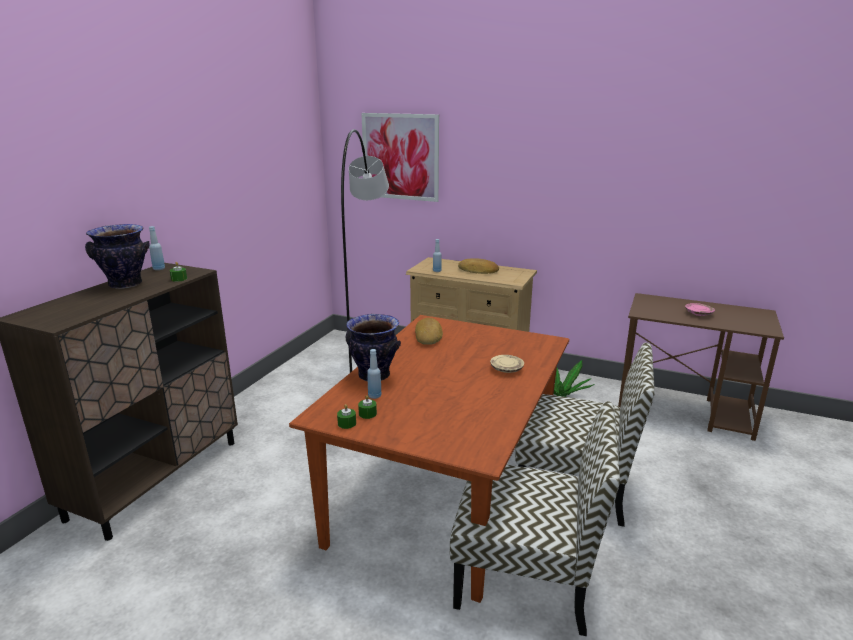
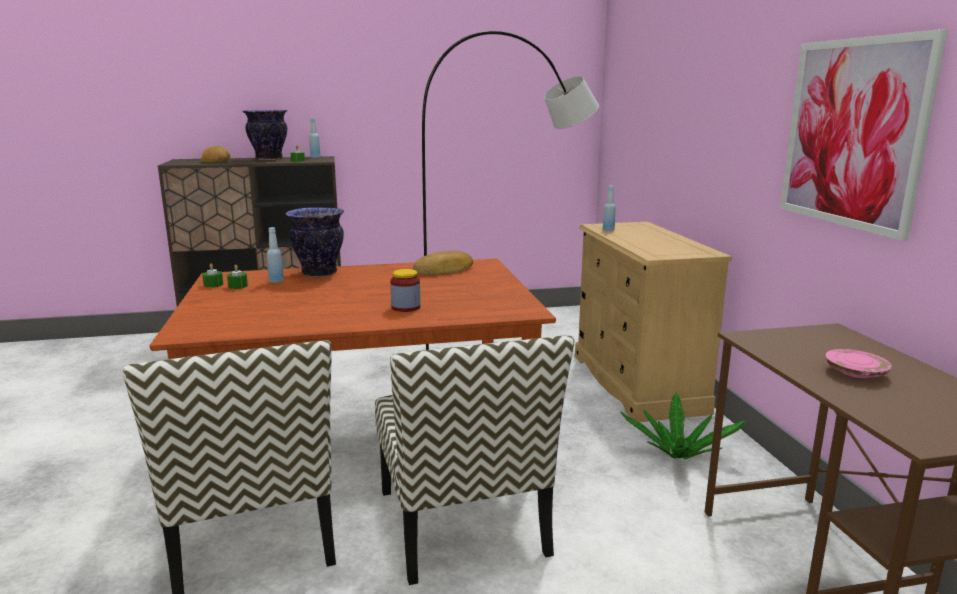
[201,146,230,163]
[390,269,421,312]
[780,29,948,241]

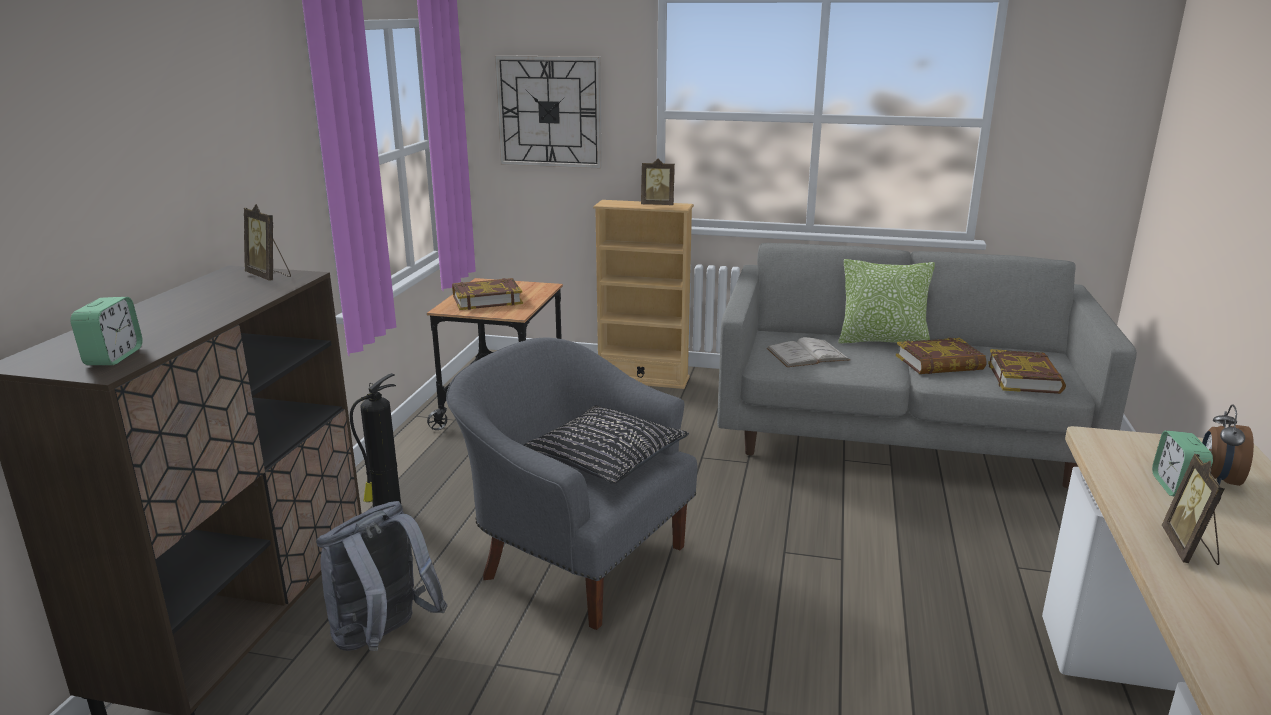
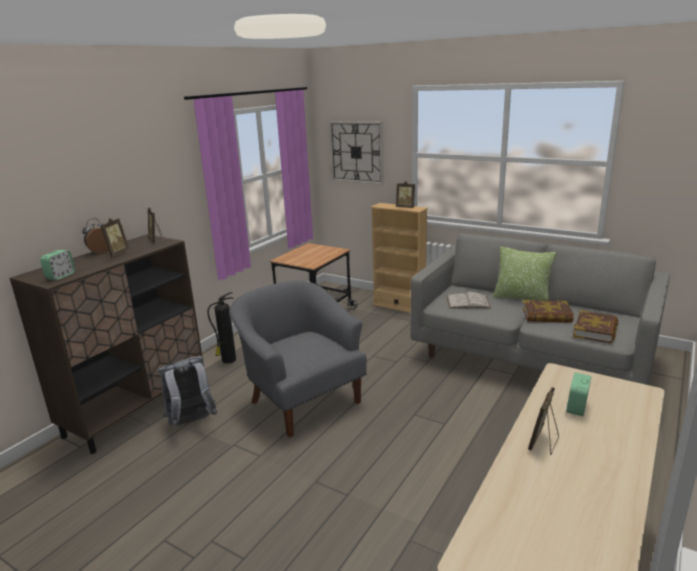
[82,218,109,254]
[100,218,129,258]
[452,278,523,310] (first image)
[524,406,689,484] (first image)

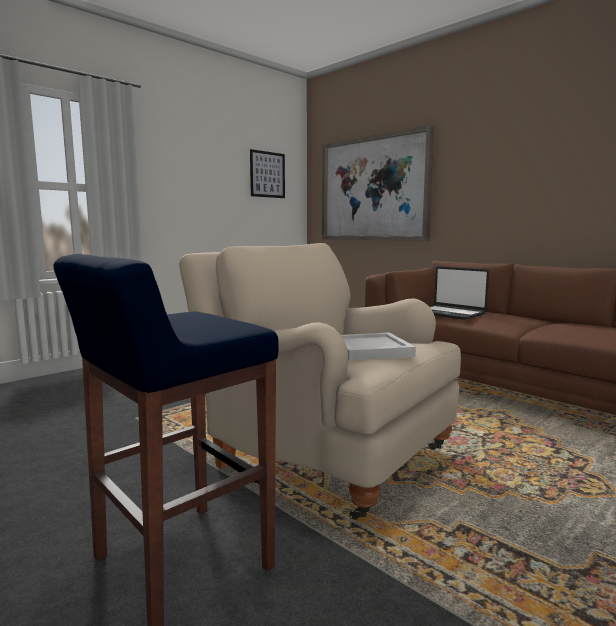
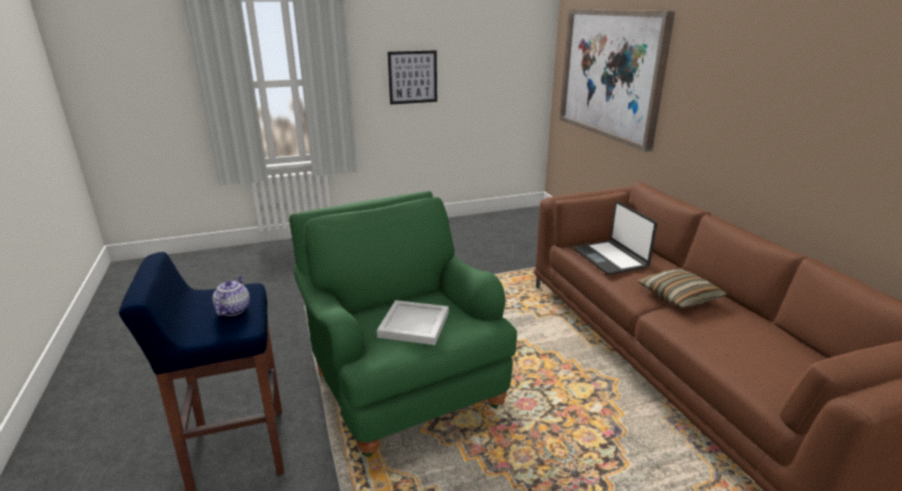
[212,275,250,316]
[289,191,517,457]
[387,50,437,105]
[638,269,728,308]

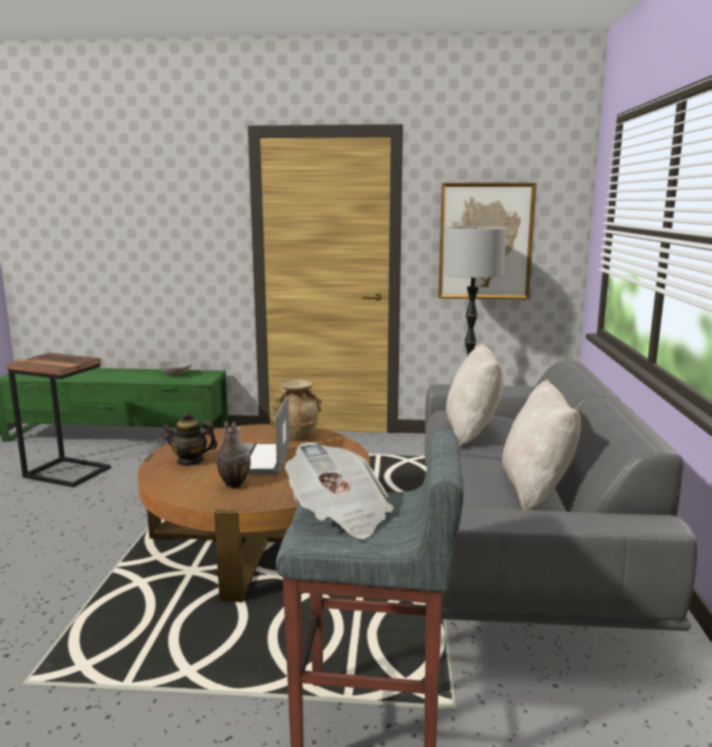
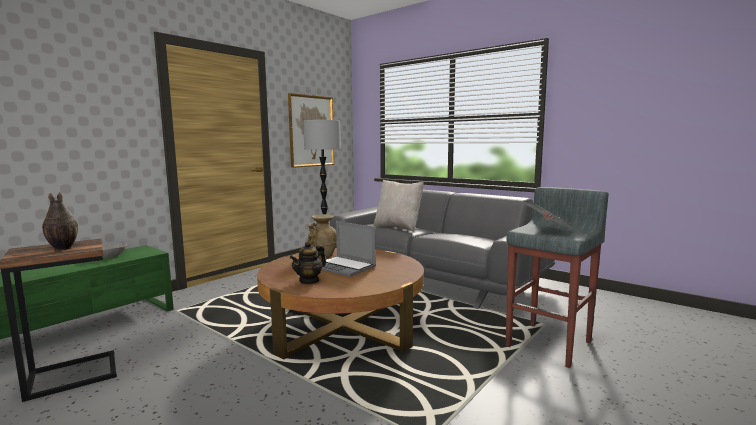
[42,192,78,251]
[502,380,581,510] (first image)

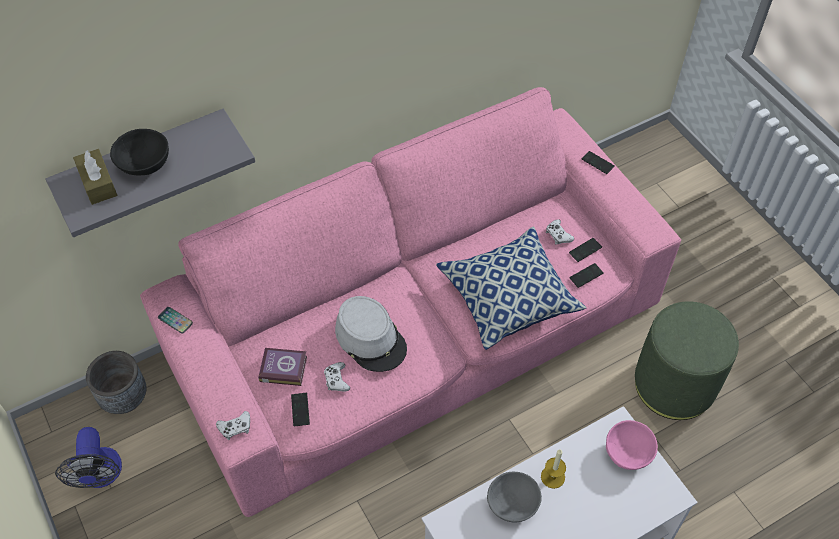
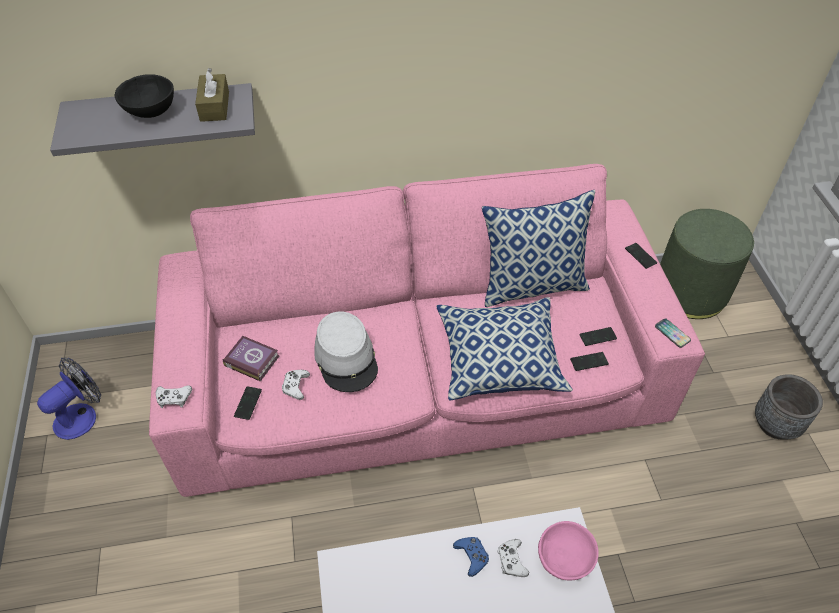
[37,358,101,440]
[195,68,229,122]
[453,537,489,577]
[482,190,595,307]
[498,539,529,577]
[655,318,691,348]
[660,209,754,319]
[755,374,823,440]
[487,472,542,522] (first image)

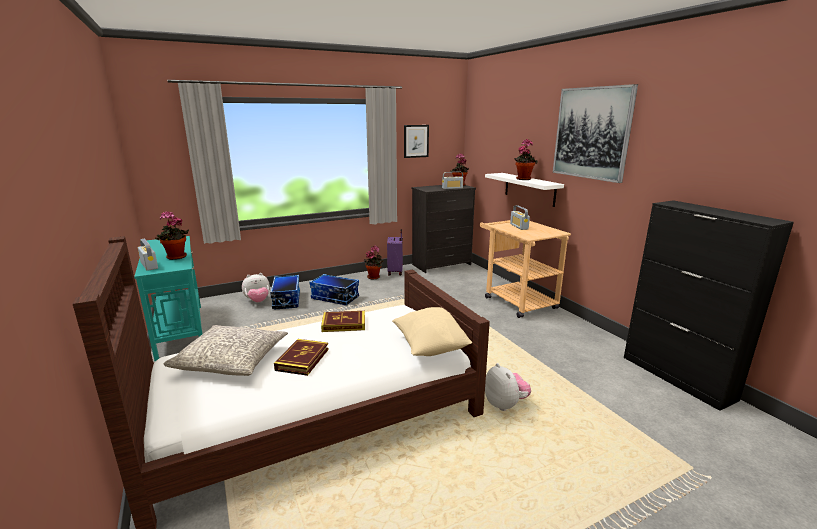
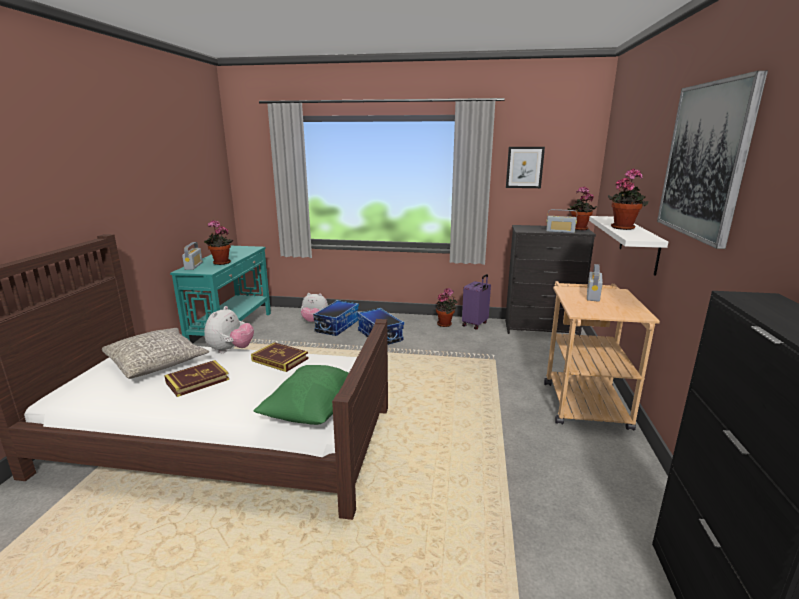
[204,306,254,353]
[253,365,349,425]

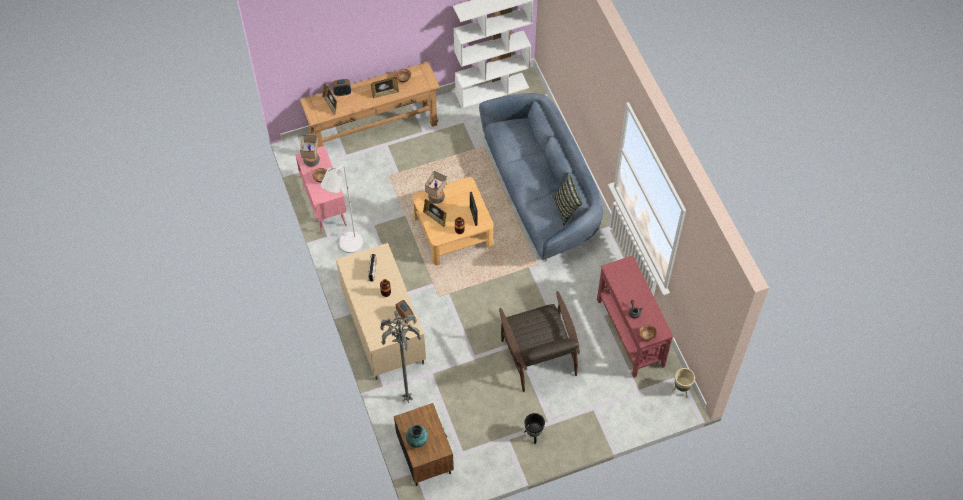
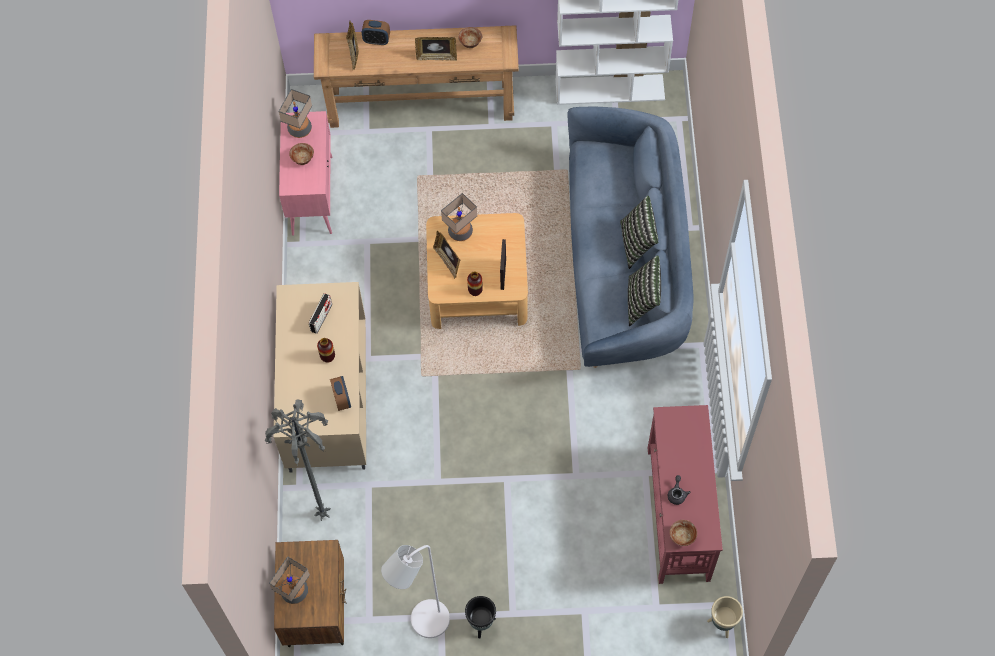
[269,556,310,604]
[381,545,450,638]
[620,196,658,269]
[499,291,580,392] (first image)

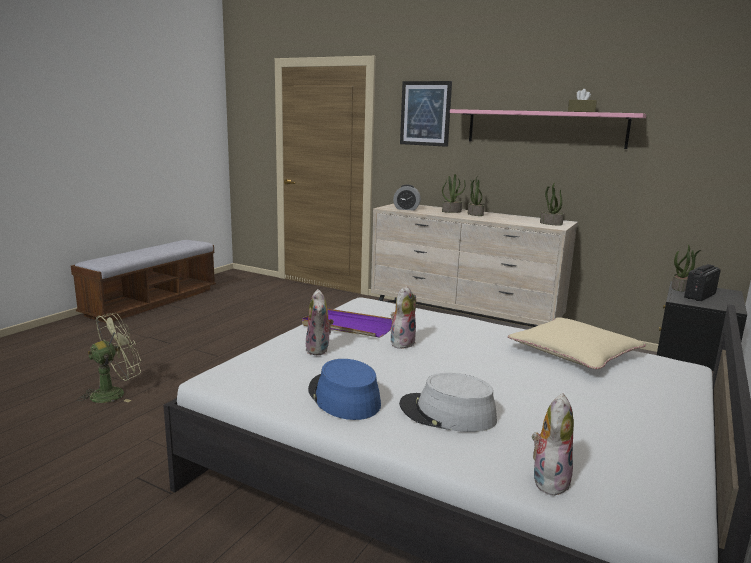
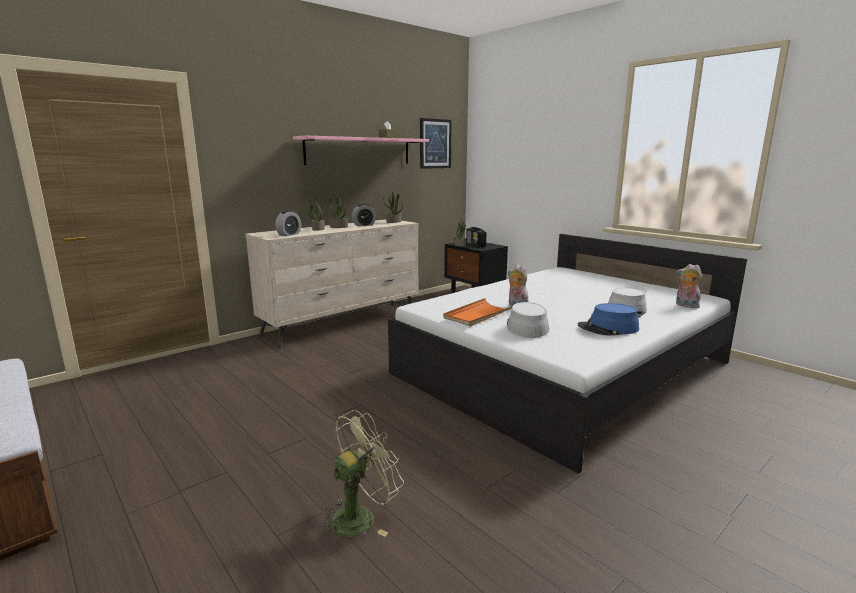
[316,410,404,537]
[352,204,376,227]
[420,118,452,169]
[443,298,512,326]
[507,302,549,338]
[508,317,646,369] (first image)

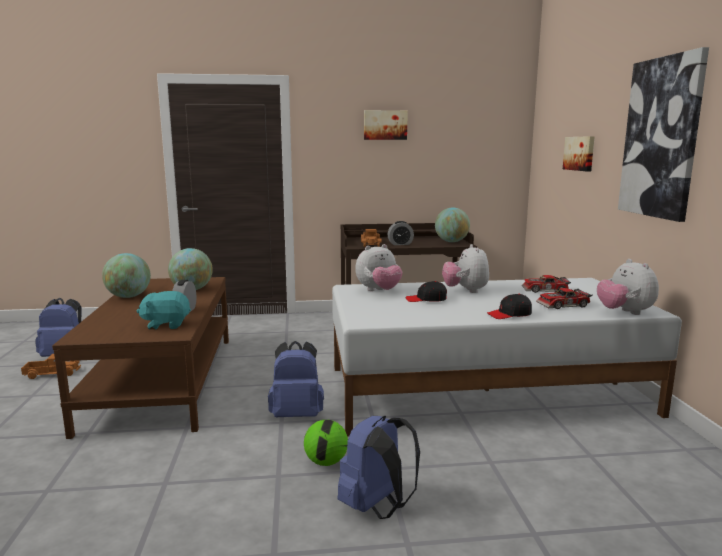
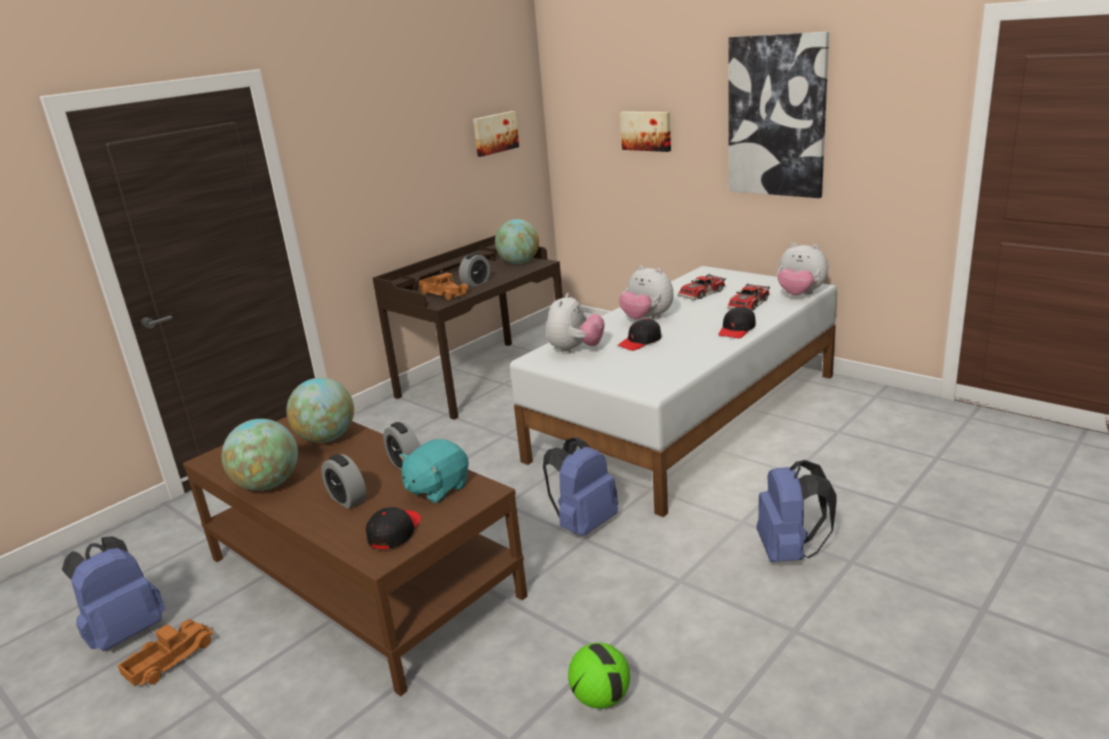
[321,454,367,509]
[366,507,421,549]
[473,111,519,157]
[568,643,630,709]

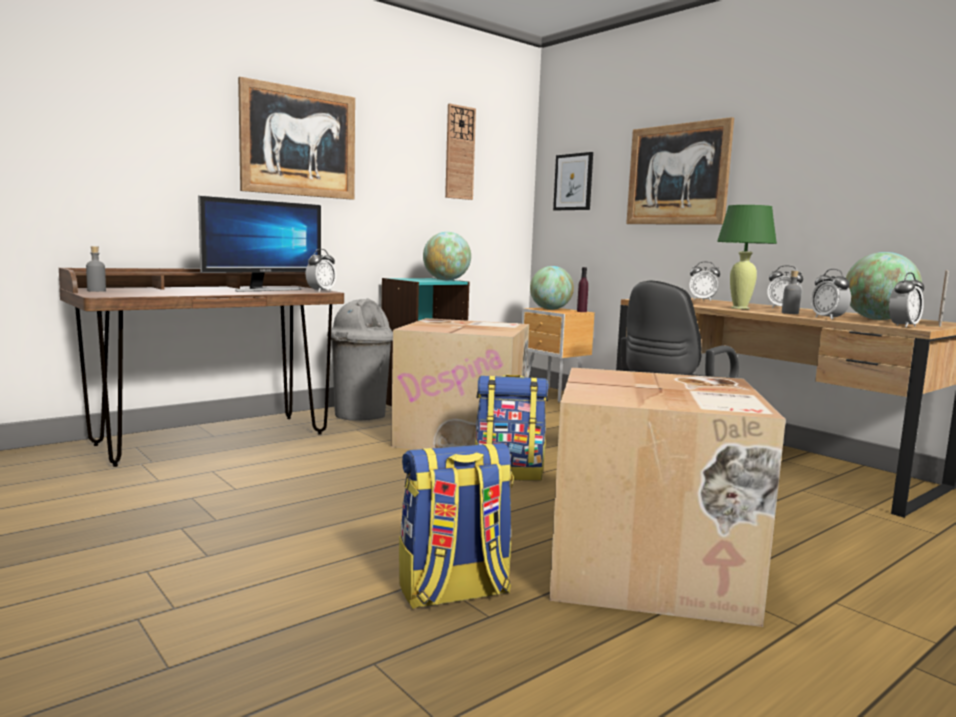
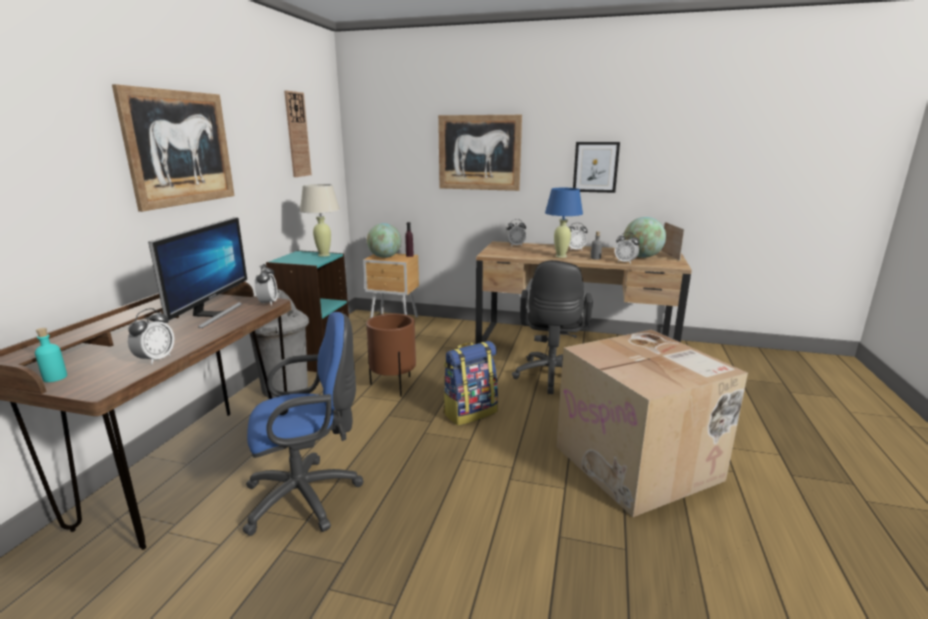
[35,328,67,382]
[128,308,174,365]
[242,312,364,536]
[300,184,340,257]
[366,314,416,397]
[545,188,583,258]
[573,142,620,193]
[399,443,514,609] (first image)

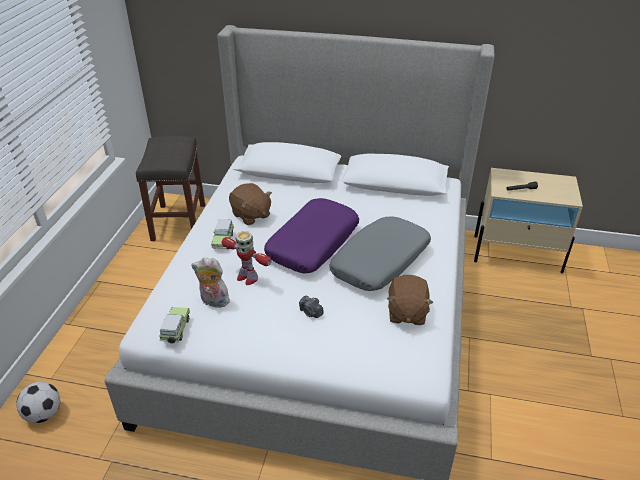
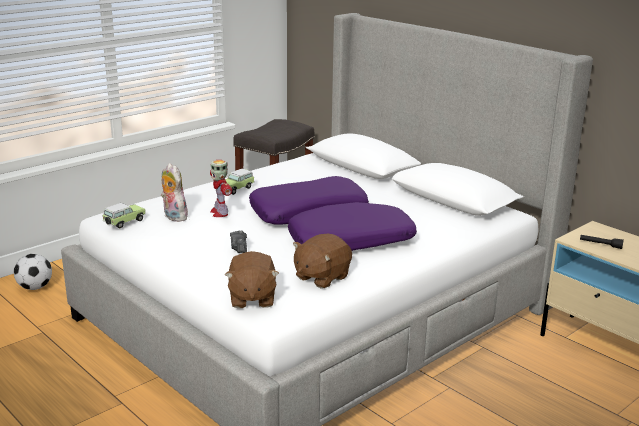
[225,251,279,308]
[288,202,417,251]

